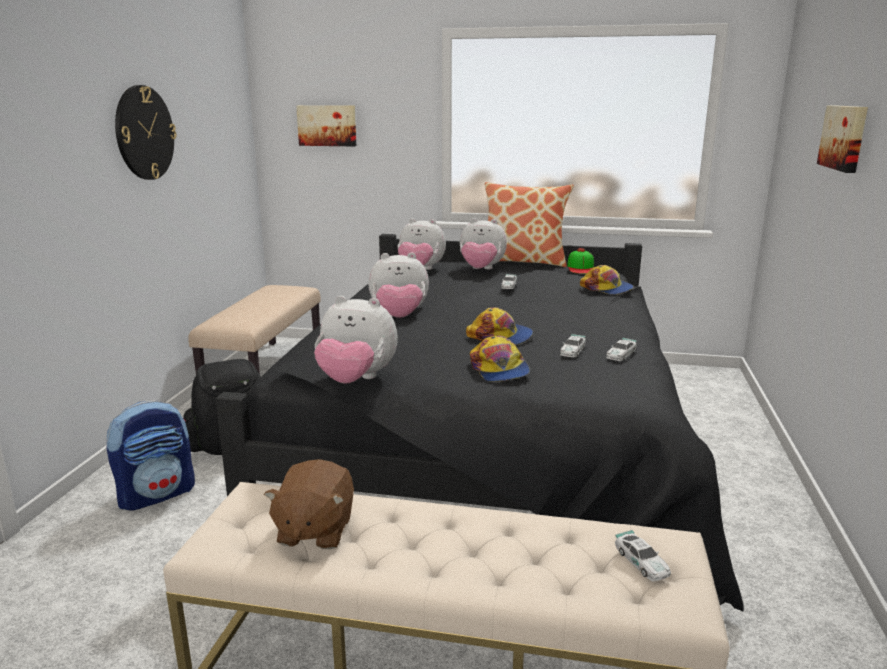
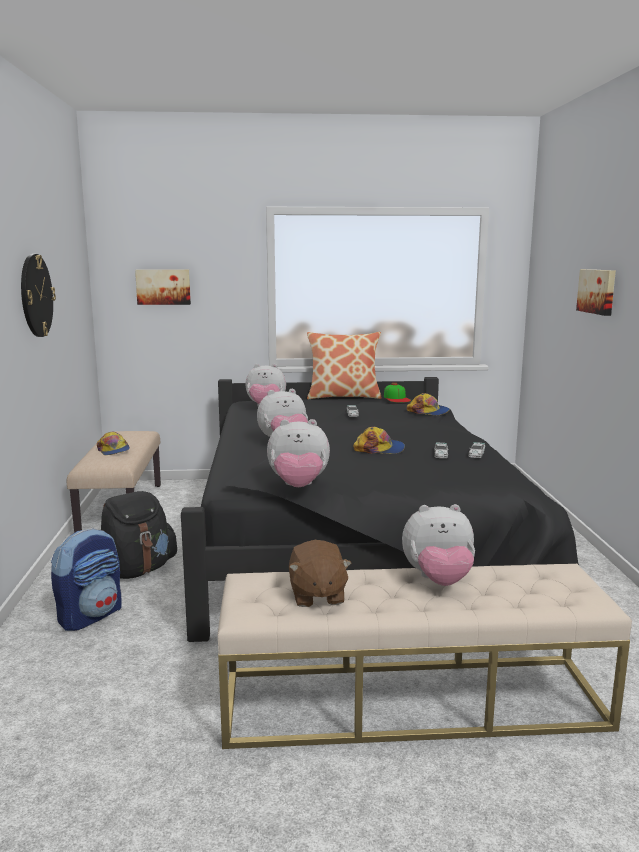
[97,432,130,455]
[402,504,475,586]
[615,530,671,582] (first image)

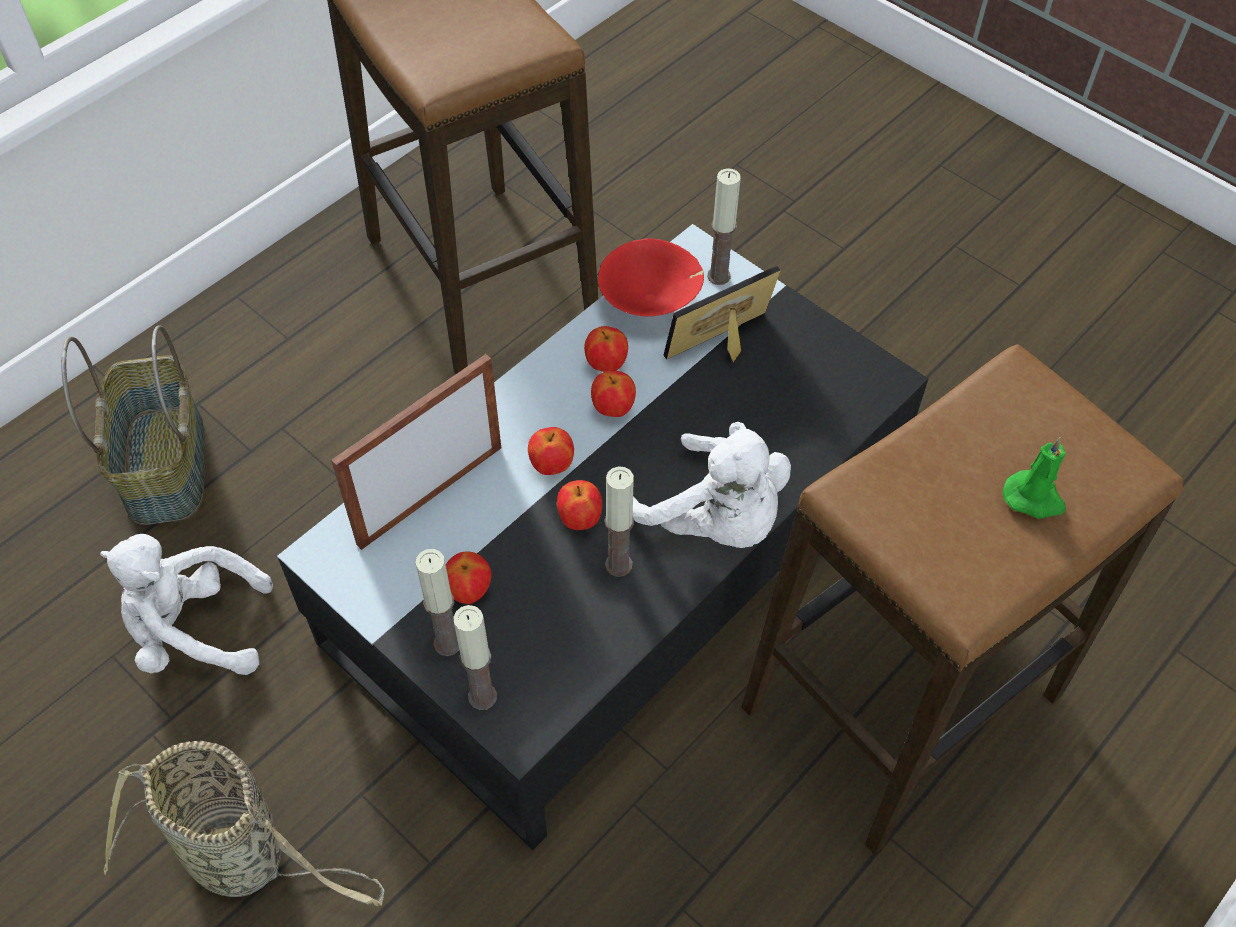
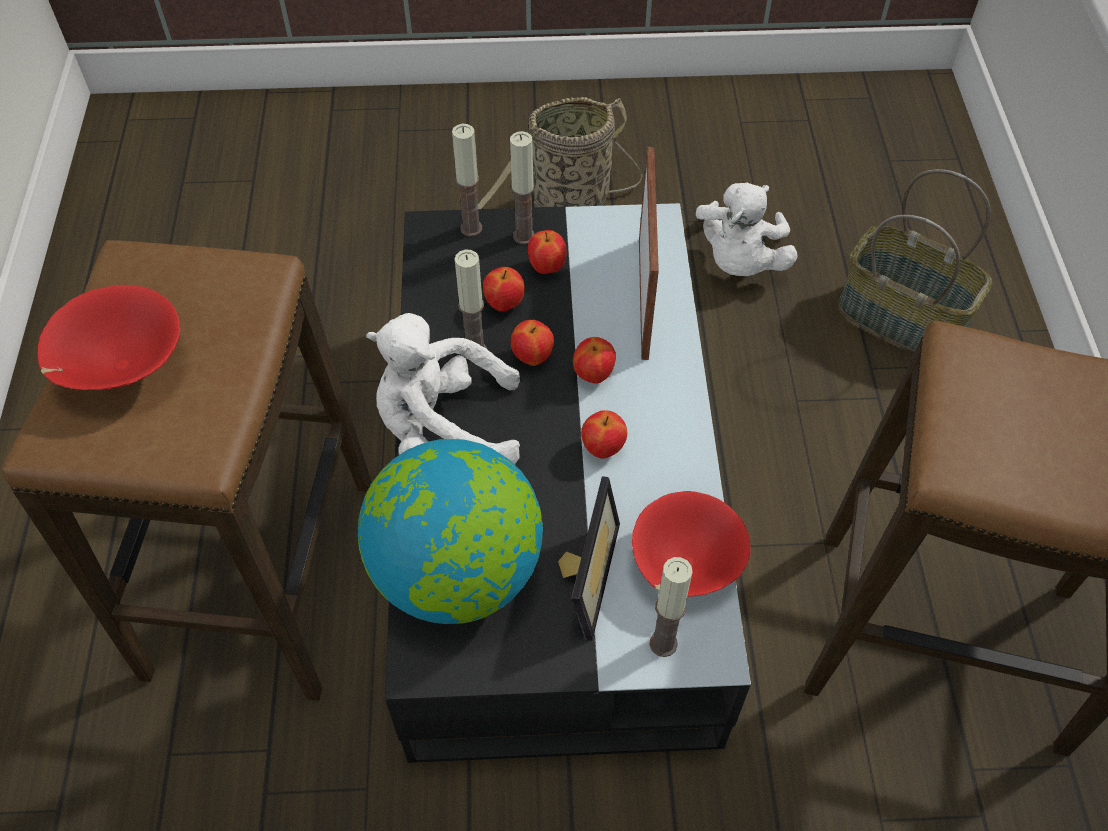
[37,285,180,390]
[358,439,543,624]
[483,267,525,312]
[696,182,797,276]

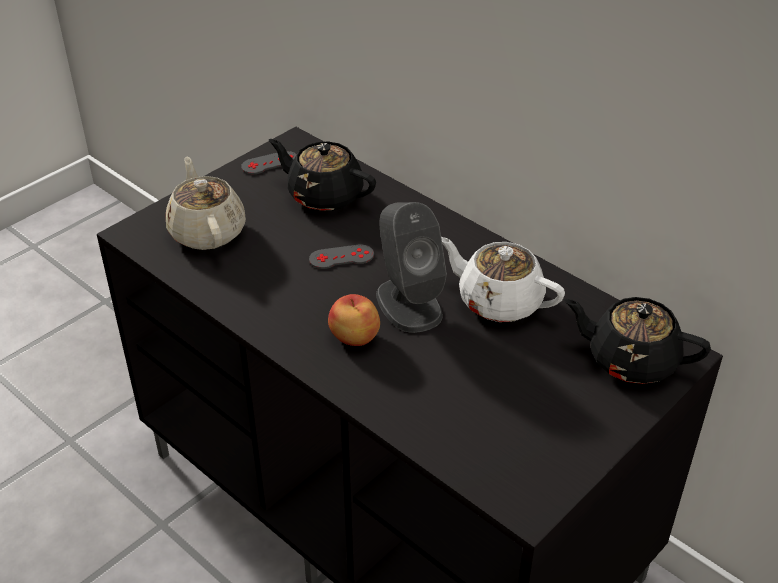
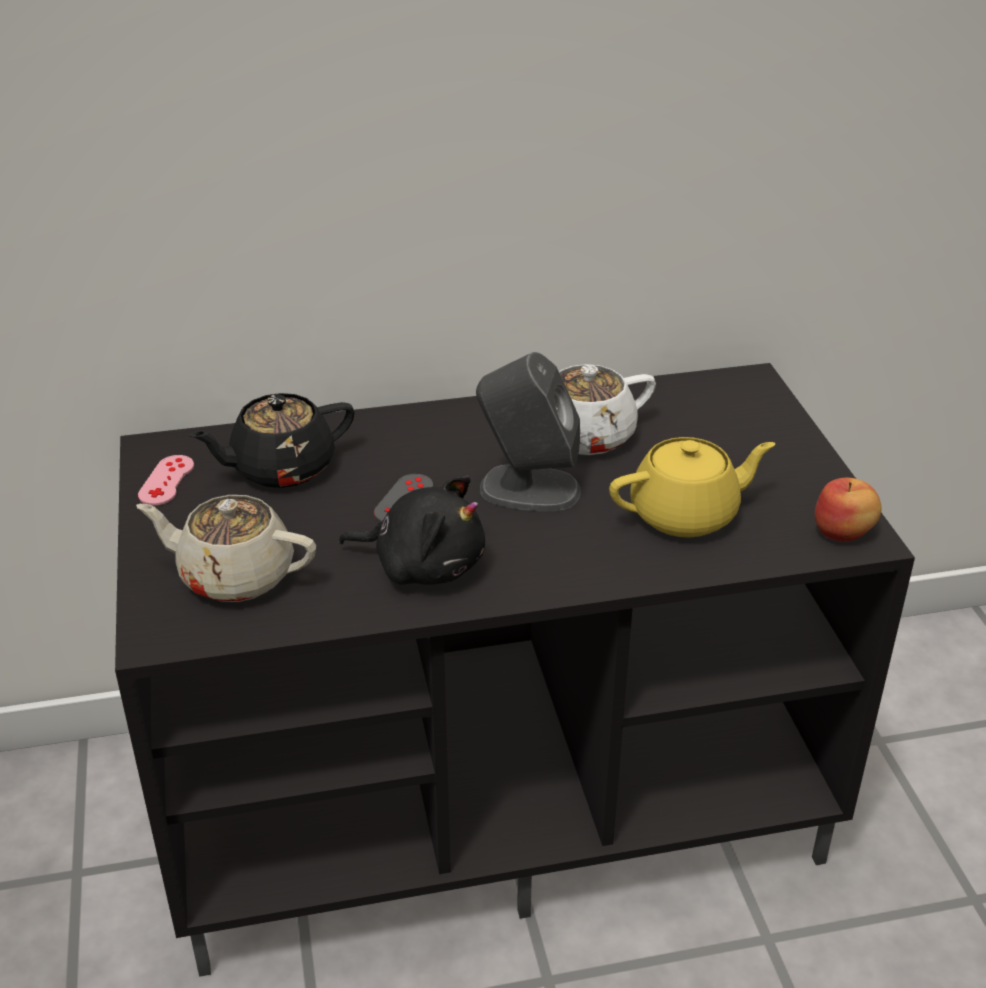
[138,455,194,506]
[339,475,485,585]
[609,437,775,538]
[815,478,881,542]
[563,297,711,384] (first image)

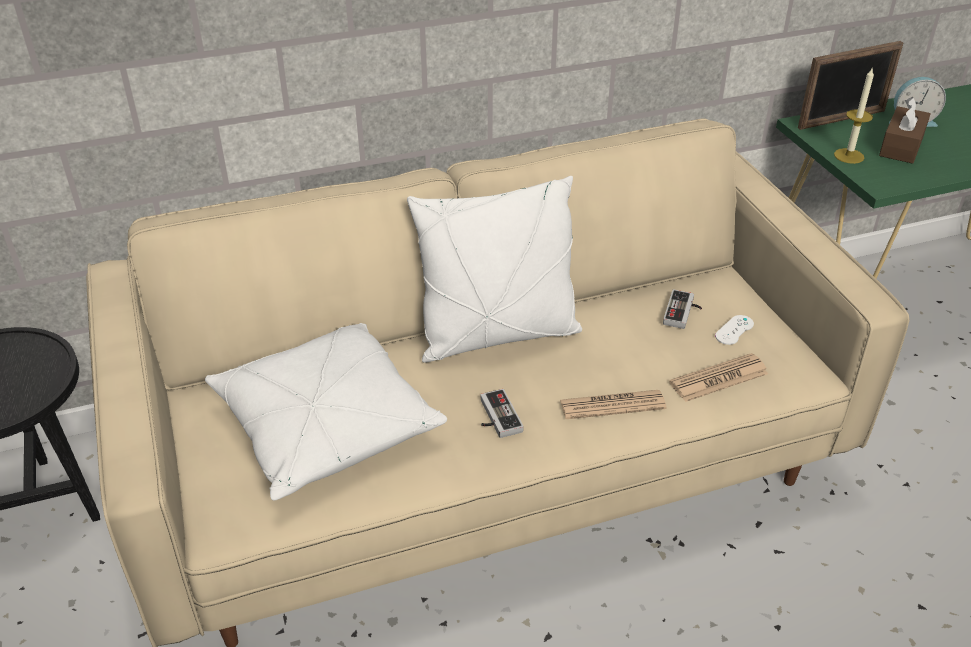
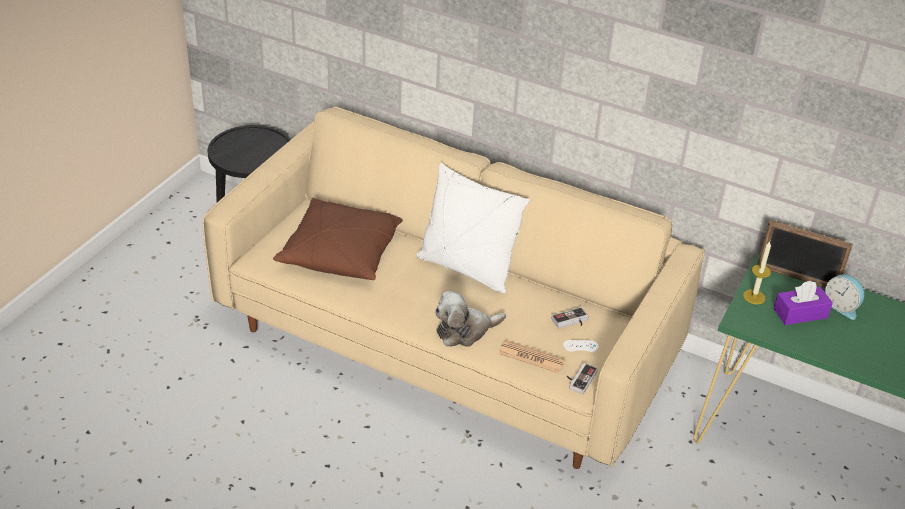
[273,198,403,280]
[435,291,506,347]
[567,363,598,394]
[773,281,833,325]

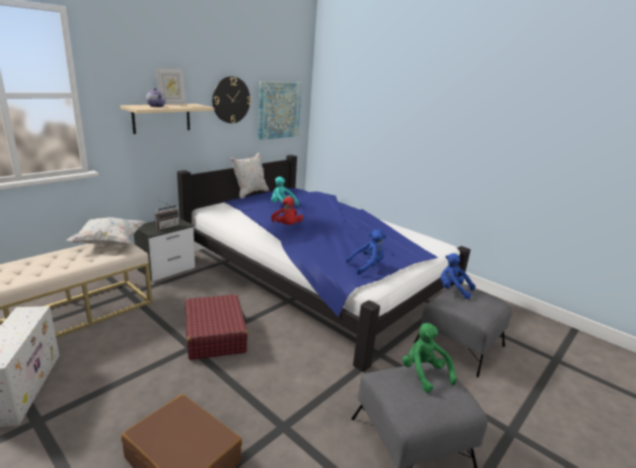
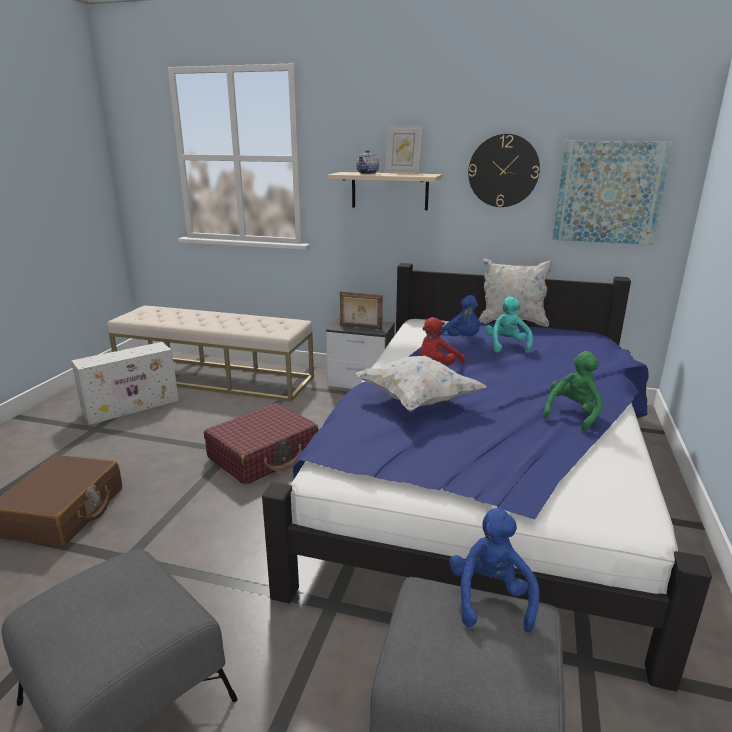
[340,291,383,329]
[356,355,486,412]
[438,295,480,336]
[542,351,603,432]

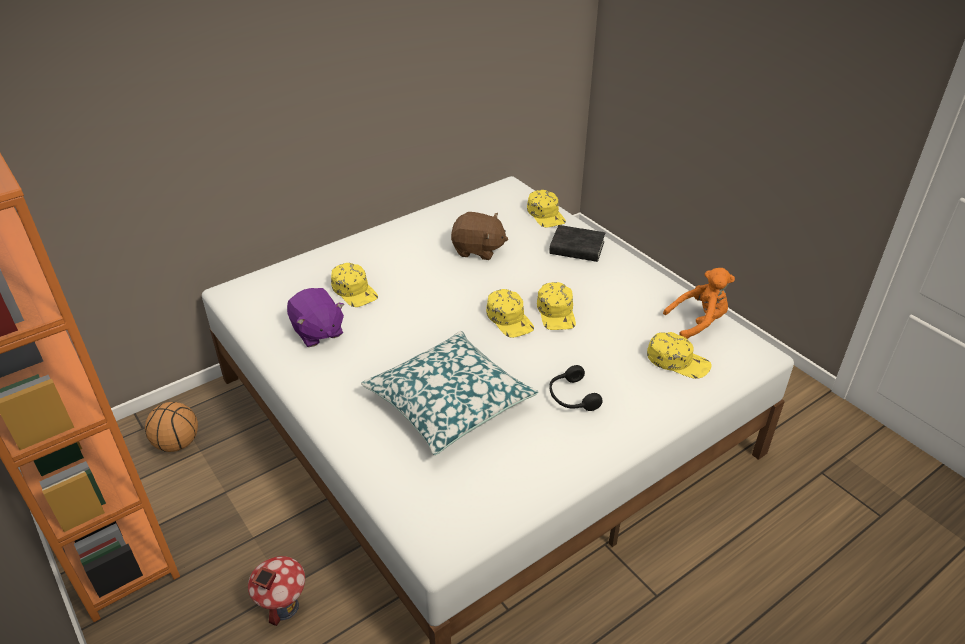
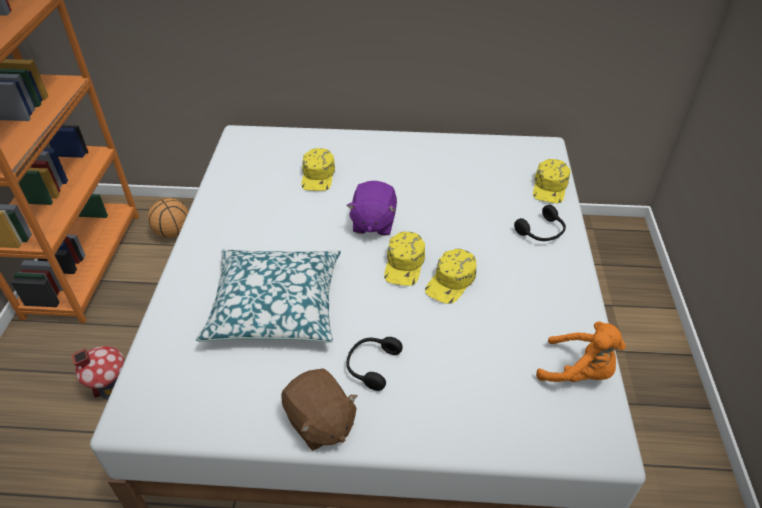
[281,368,358,451]
[346,181,397,236]
[514,205,566,241]
[647,332,712,379] (first image)

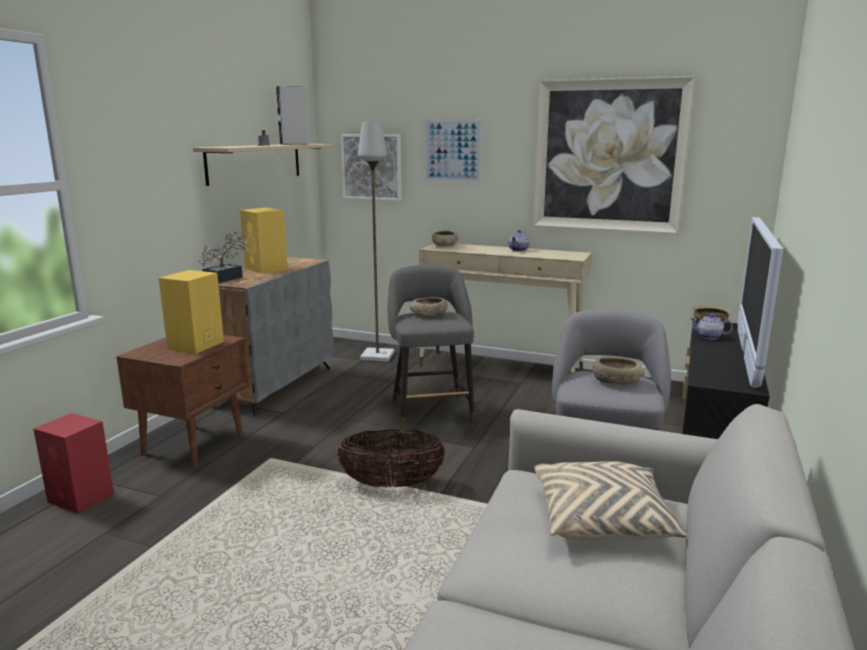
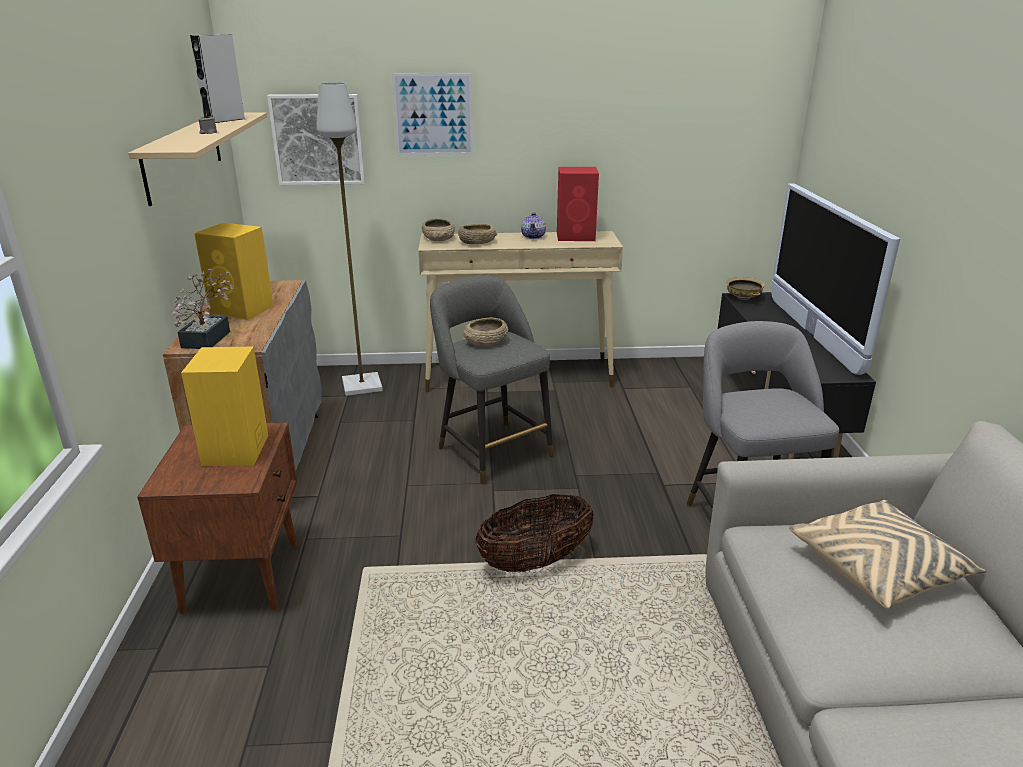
[458,224,497,244]
[557,167,599,241]
[533,76,696,234] (first image)
[690,314,733,339] (first image)

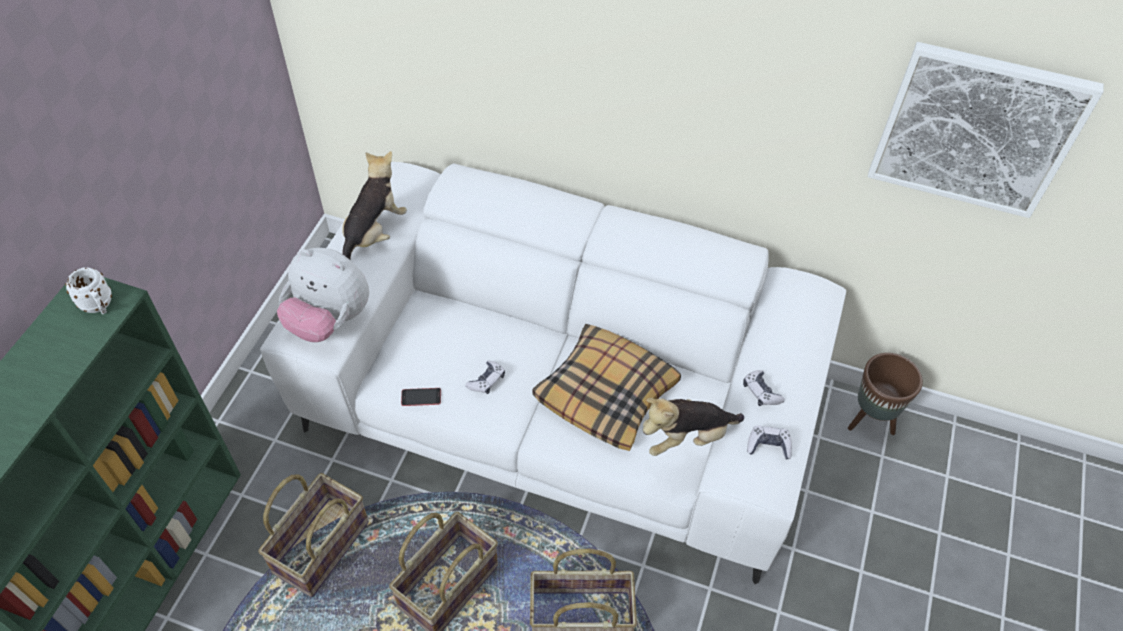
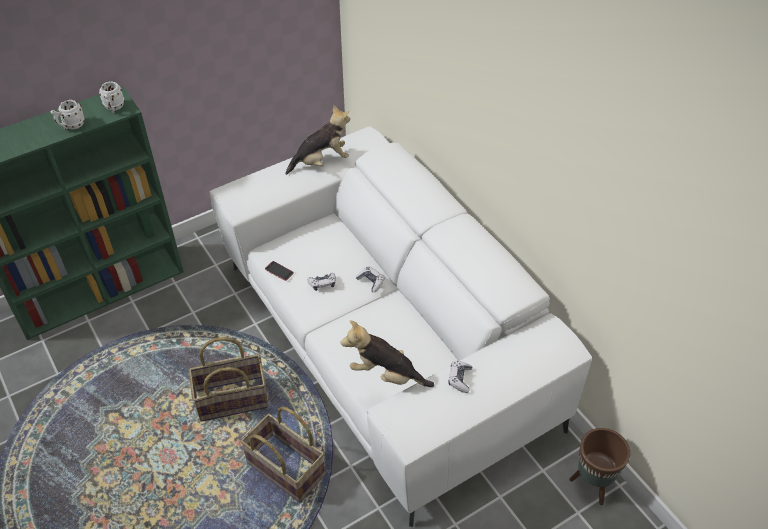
[51,100,85,130]
[356,266,385,293]
[258,473,369,597] (first image)
[277,248,369,342] (first image)
[532,324,681,451] (first image)
[868,42,1104,218] (first image)

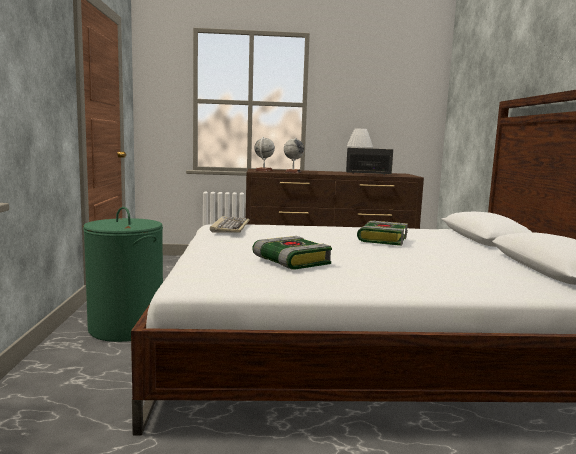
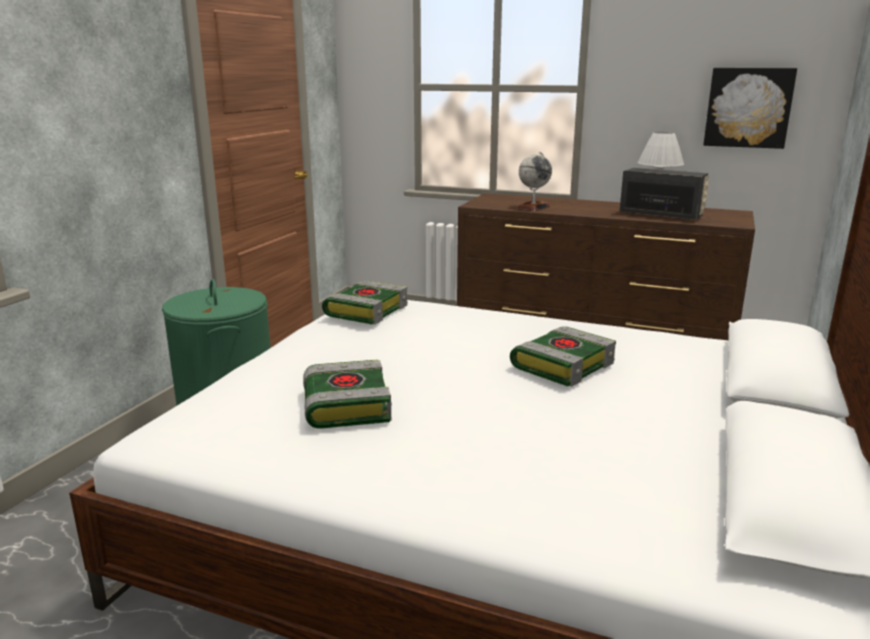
[322,281,407,324]
[703,68,797,149]
[254,136,275,171] (first image)

